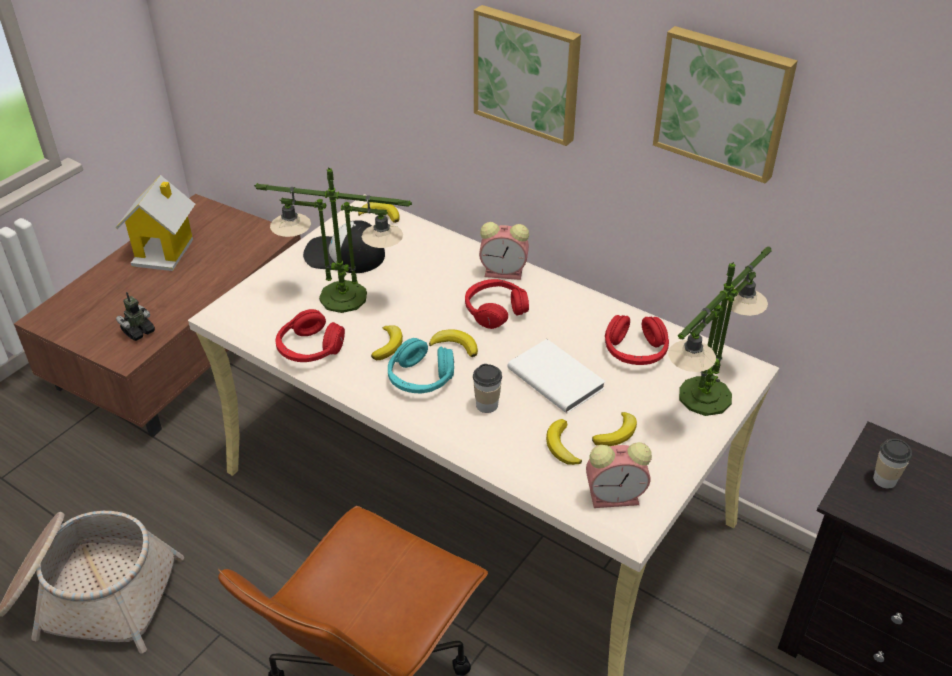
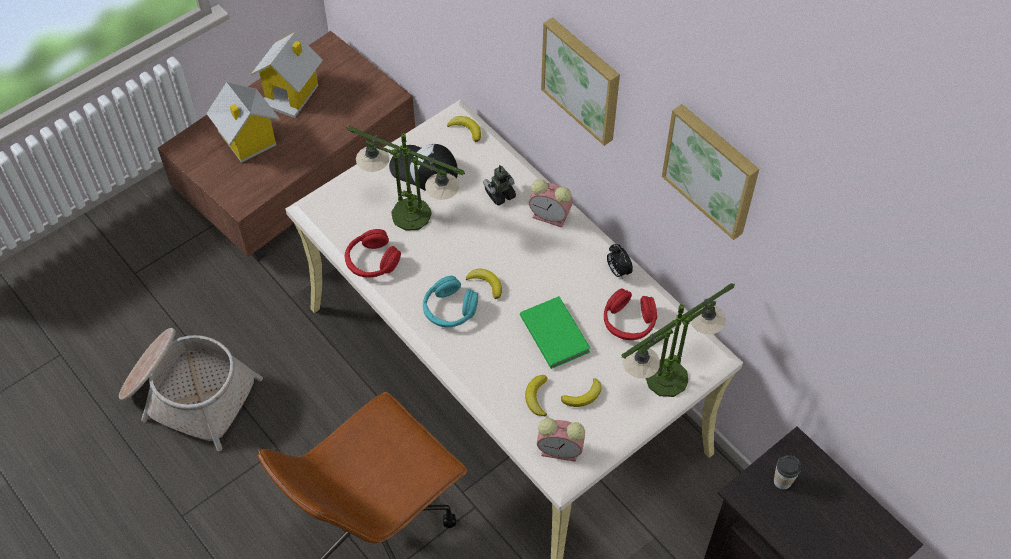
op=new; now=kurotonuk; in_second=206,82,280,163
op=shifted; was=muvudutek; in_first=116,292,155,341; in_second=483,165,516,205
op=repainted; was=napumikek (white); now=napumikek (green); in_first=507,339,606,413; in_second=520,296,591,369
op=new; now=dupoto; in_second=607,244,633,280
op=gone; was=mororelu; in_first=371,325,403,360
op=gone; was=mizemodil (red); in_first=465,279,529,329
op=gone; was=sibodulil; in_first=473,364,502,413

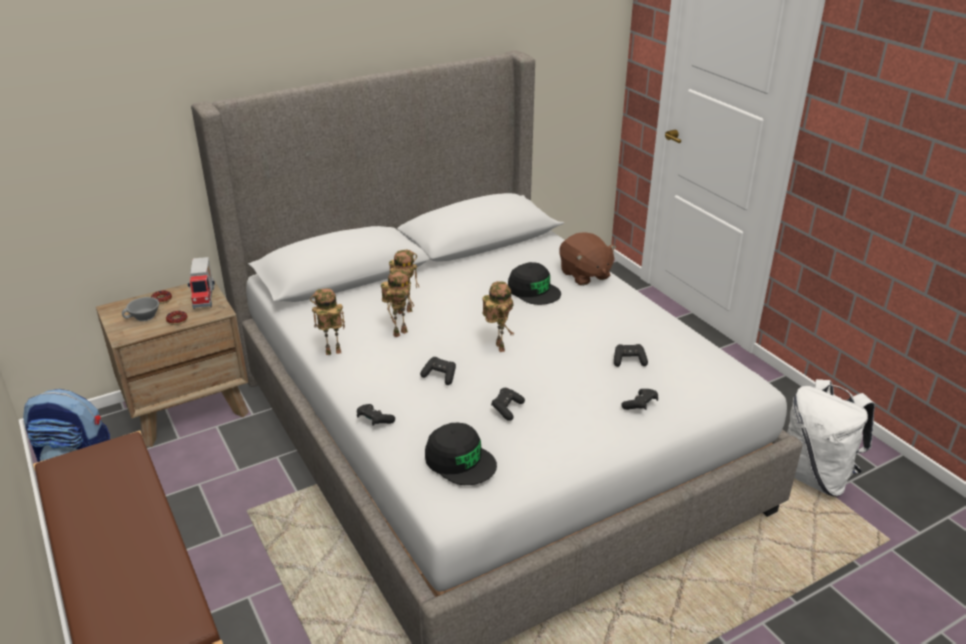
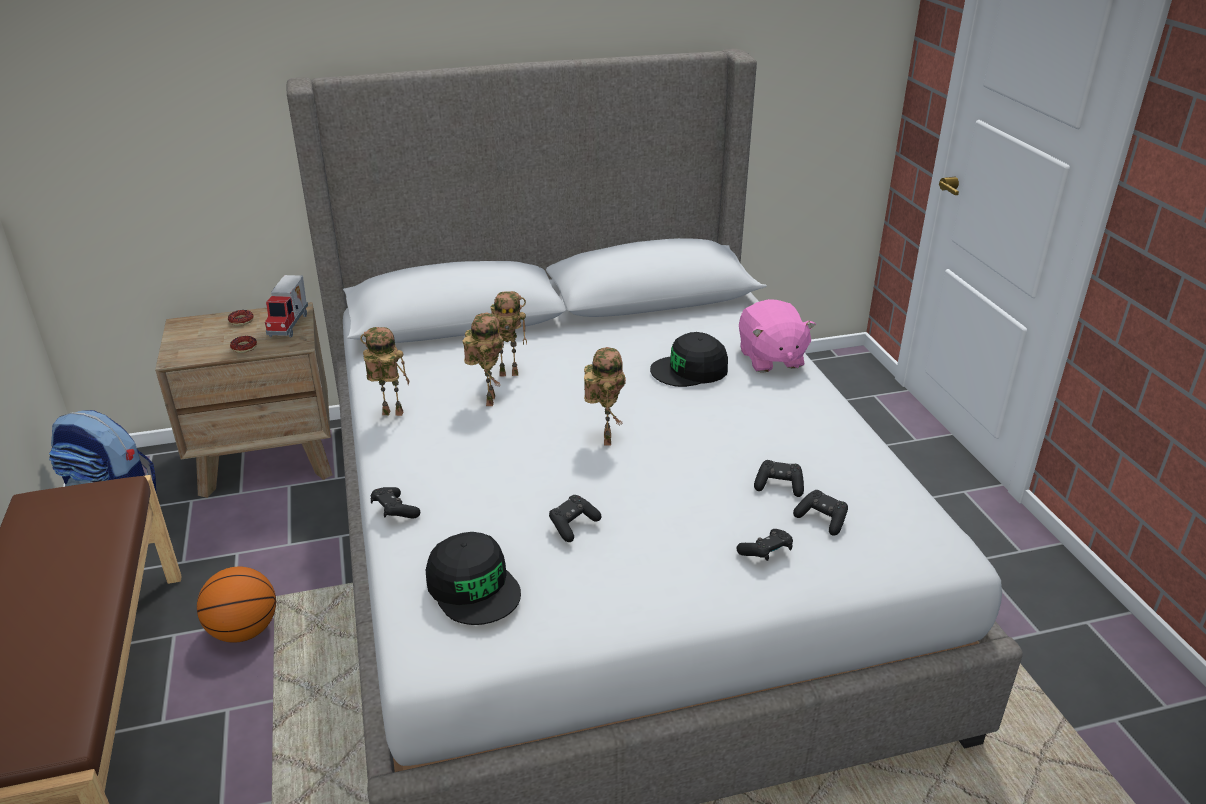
op=new; now=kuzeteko; in_second=197,566,276,643
op=rotated; was=muvudutek; in_first=381,269,414,337; in_second=463,313,504,406; clockwise=-60
op=rotated; was=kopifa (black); in_first=508,262,561,305; in_second=650,332,728,387; clockwise=105
op=repainted; was=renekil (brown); now=renekil (pink); in_first=559,232,617,286; in_second=739,299,816,373
op=shifted; was=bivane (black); in_first=420,357,456,385; in_second=793,490,848,536
op=gone; was=sibodulil (grey); in_first=122,297,159,321
op=gone; was=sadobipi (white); in_first=787,379,875,496

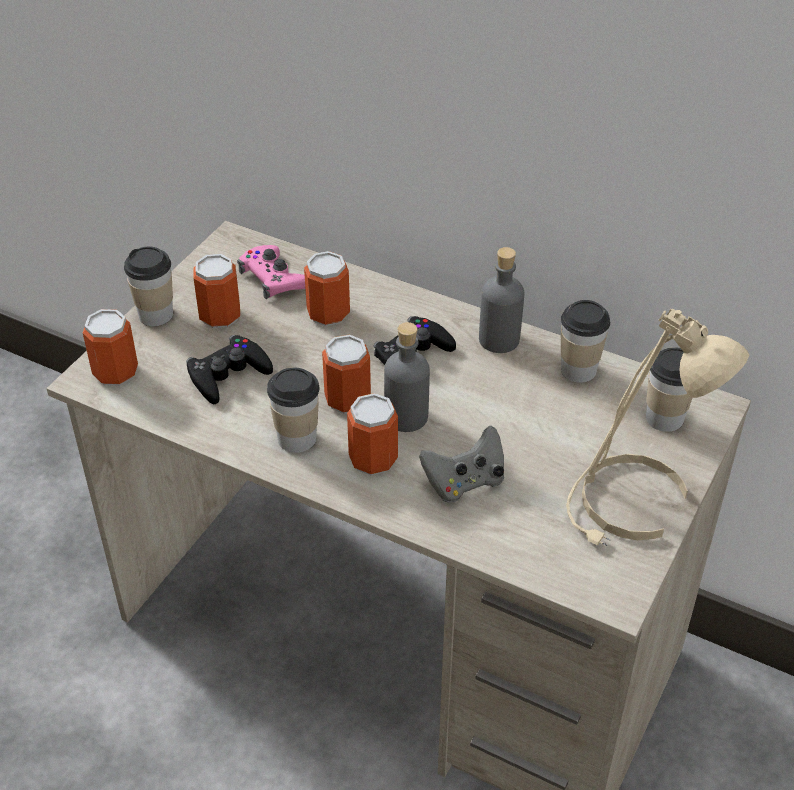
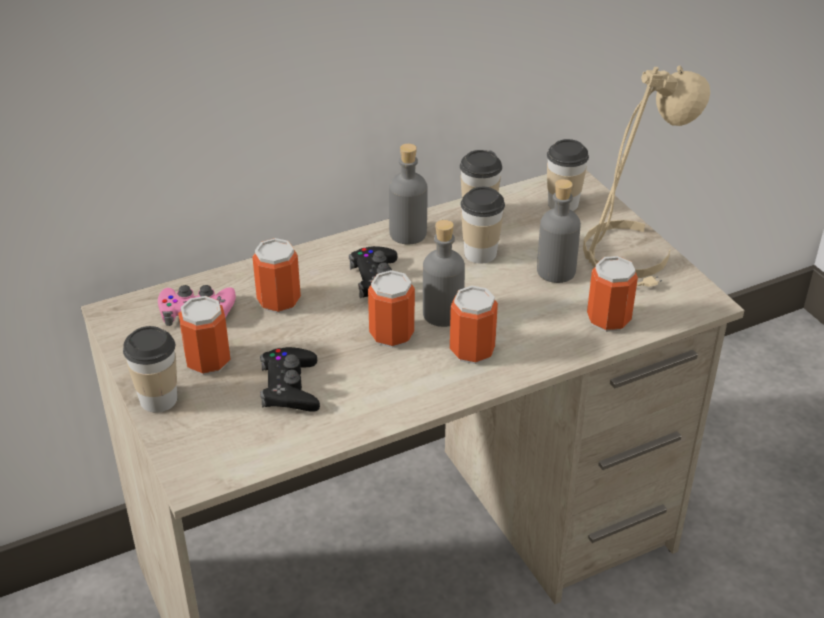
op=shifted; was=sibodulil; in_first=267,367,319,453; in_second=460,187,505,264
op=new; now=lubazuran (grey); in_second=537,179,581,283
op=shifted; was=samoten; in_first=83,309,138,386; in_second=587,256,638,332
op=gone; was=bivane (grey); in_first=419,426,504,502

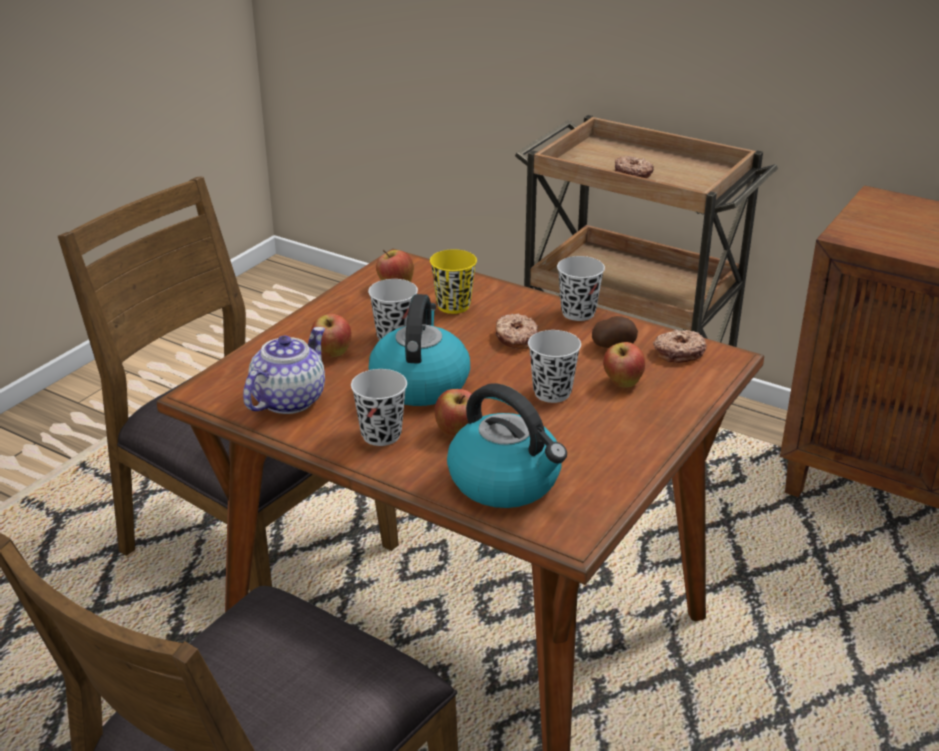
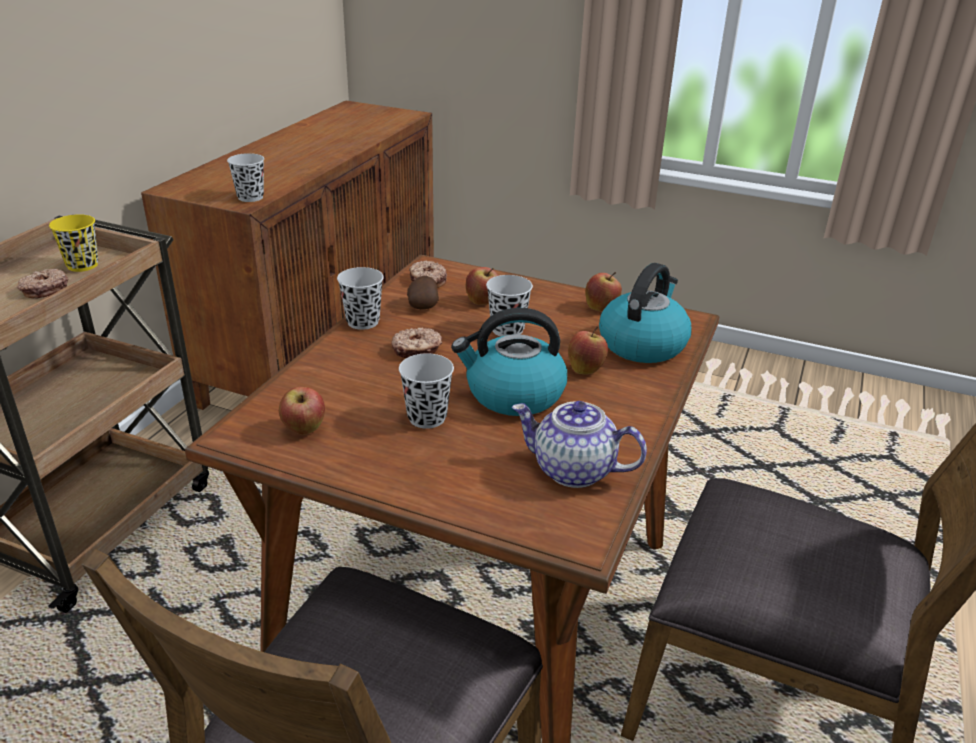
op=shifted; was=sibodulil (yellow); in_first=430,249,477,314; in_second=49,214,99,272
op=shifted; was=sibodulil (black); in_first=351,369,407,446; in_second=227,153,264,202
op=shifted; was=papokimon; in_first=311,313,352,357; in_second=585,272,622,312

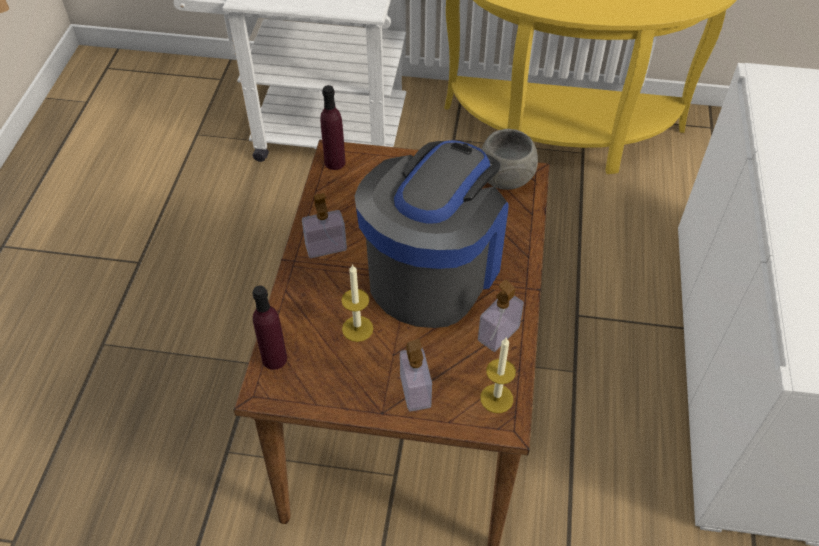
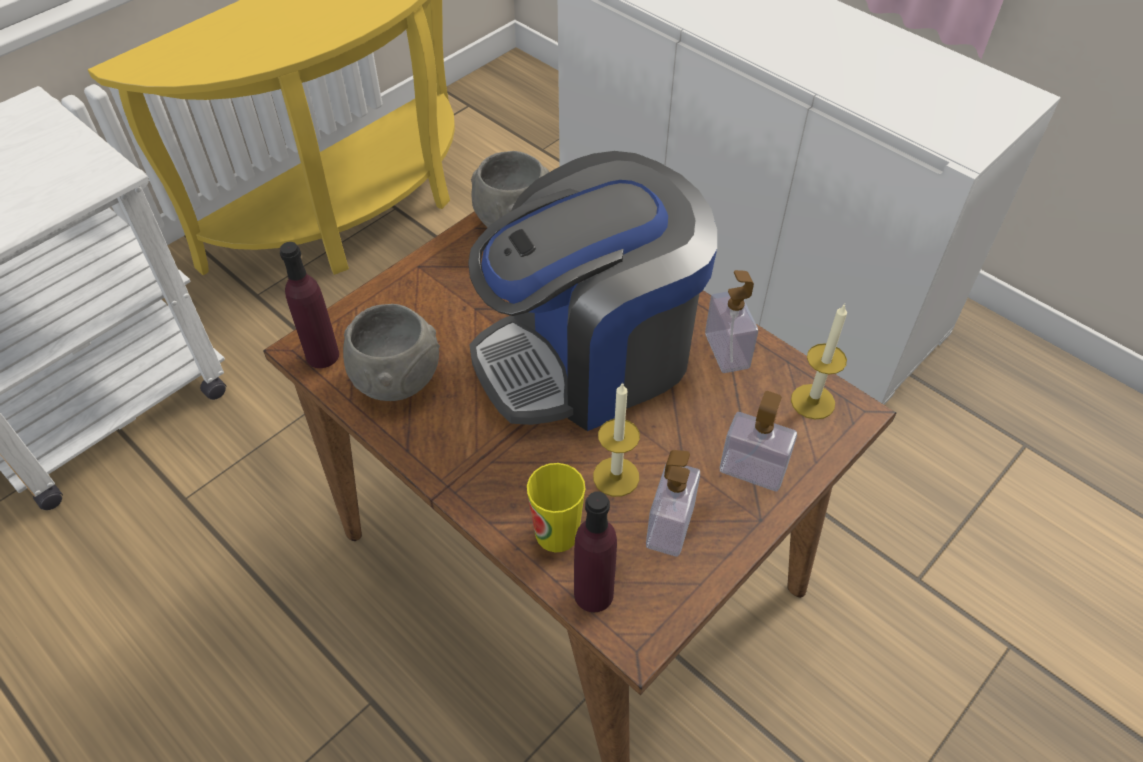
op=new; now=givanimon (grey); in_second=343,304,440,401
op=rotated; was=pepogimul; in_first=354,140,509,328; in_second=468,151,717,431; clockwise=-90
op=new; now=sibodulil; in_second=527,463,585,552
op=shifted; was=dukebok; in_first=302,193,347,258; in_second=646,450,700,557

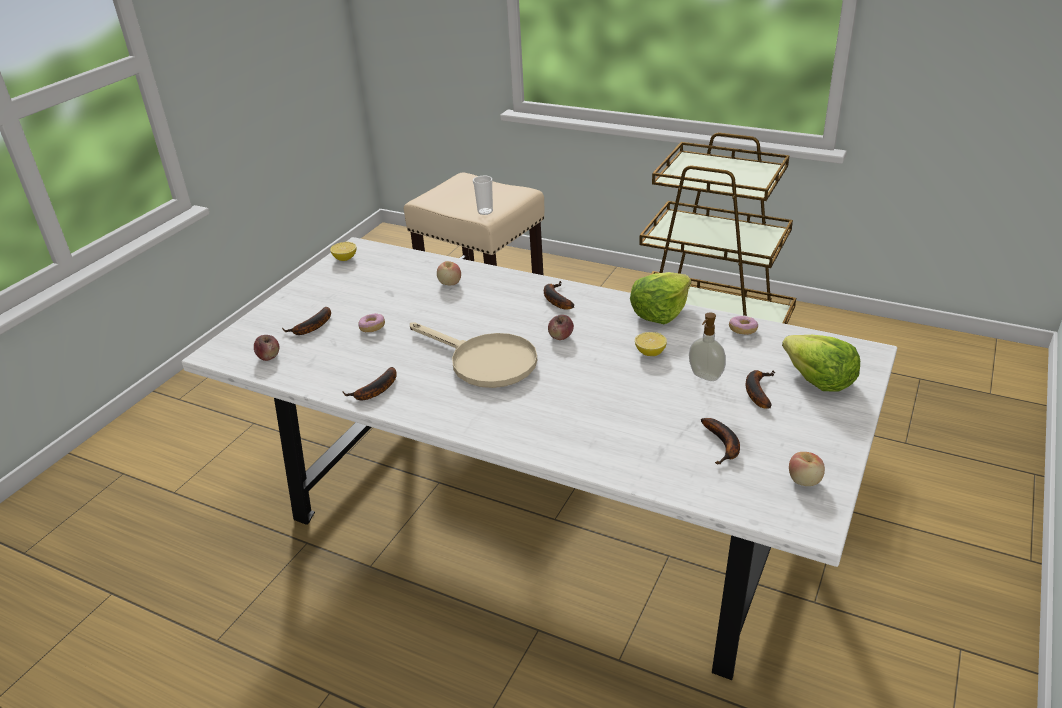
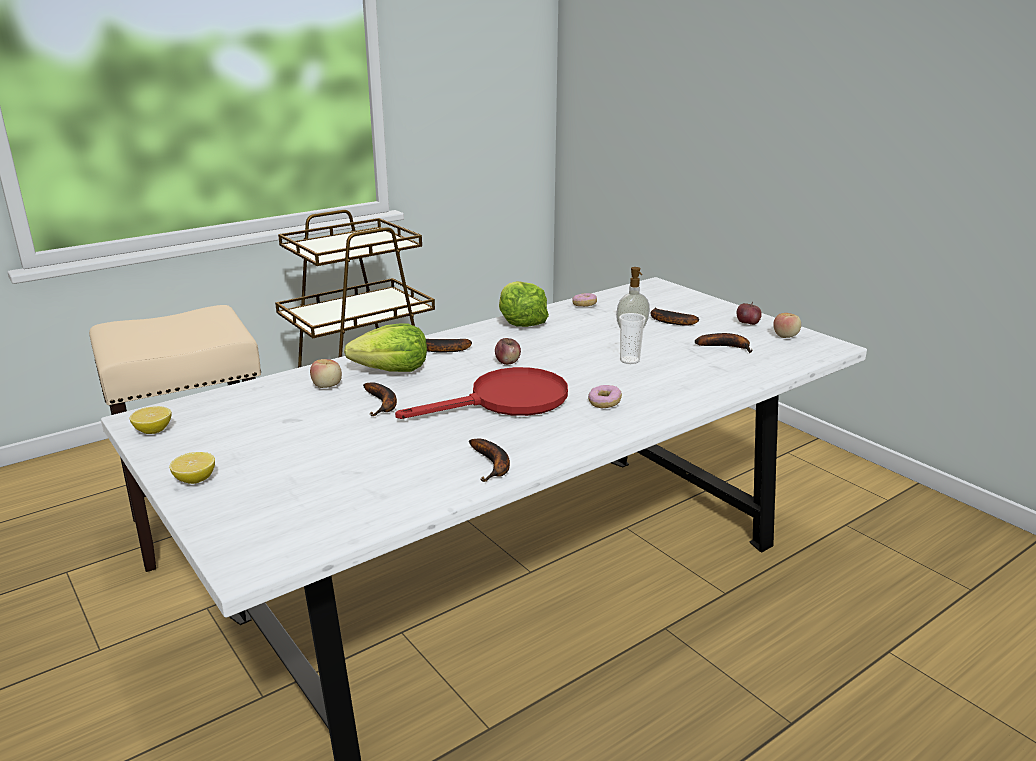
op=shifted; was=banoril; in_first=635,332,667,356; in_second=170,452,215,484
op=shifted; was=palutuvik; in_first=782,335,860,392; in_second=344,323,427,372
op=shifted; was=mororelu; in_first=282,307,331,335; in_second=363,382,397,416
op=repainted; was=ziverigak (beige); now=ziverigak (red); in_first=410,323,537,388; in_second=395,367,568,419
op=shifted; was=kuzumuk; in_first=358,313,385,332; in_second=588,385,622,408
op=shifted; was=sibodulil; in_first=473,176,493,215; in_second=619,313,646,364
op=shifted; was=papokimon; in_first=254,335,279,361; in_second=737,302,762,325

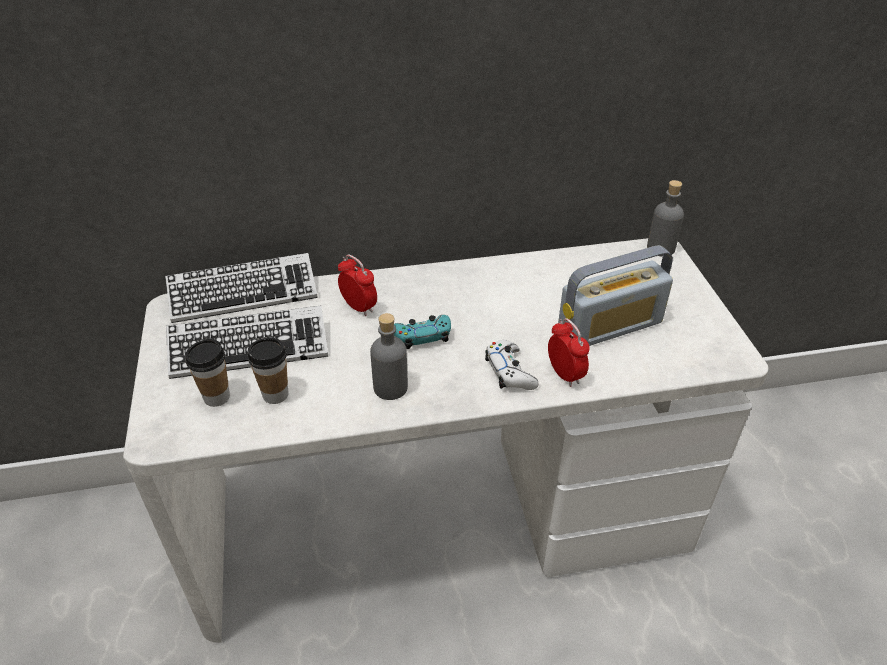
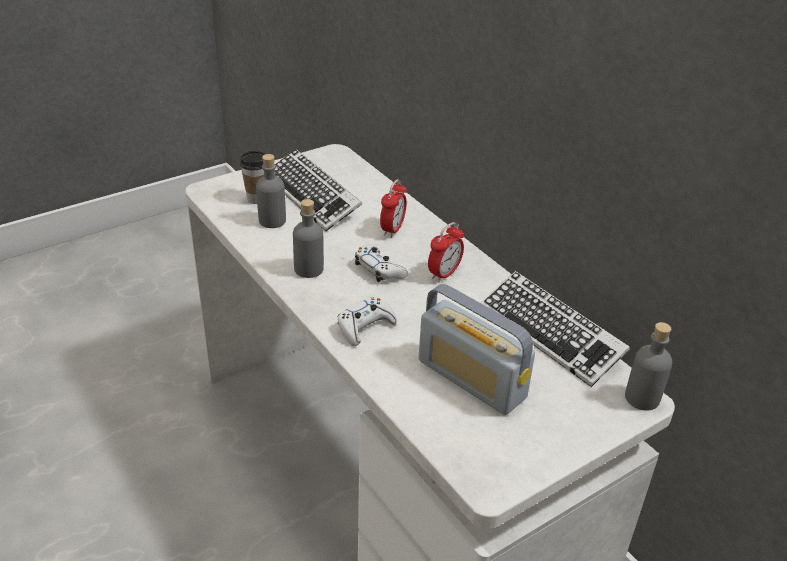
op=swapped; was=sibodulil; now=lubazuran (grey); in_first=248,337,288,404; in_second=256,154,286,228
op=repainted; was=bivane (turquoise); now=bivane (white); in_first=394,315,451,349; in_second=355,245,408,282
op=shifted; was=dupoto; in_first=548,318,590,387; in_second=428,222,464,282
op=shifted; was=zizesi; in_first=165,253,318,323; in_second=481,271,630,387

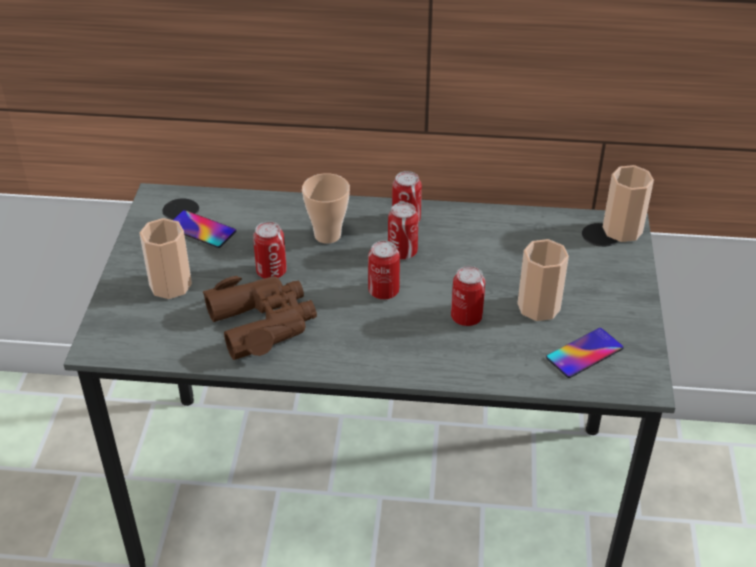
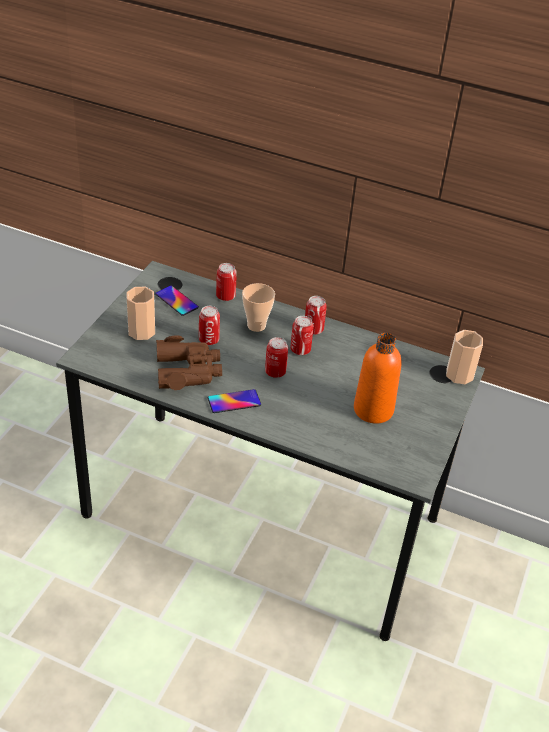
op=shifted; was=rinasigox; in_first=546,328,624,378; in_second=208,389,261,413
op=shifted; was=samoten; in_first=451,266,485,326; in_second=216,263,237,301
op=swapped; was=sibodulil; now=lubazuran (orange); in_first=517,239,569,321; in_second=354,333,402,424

